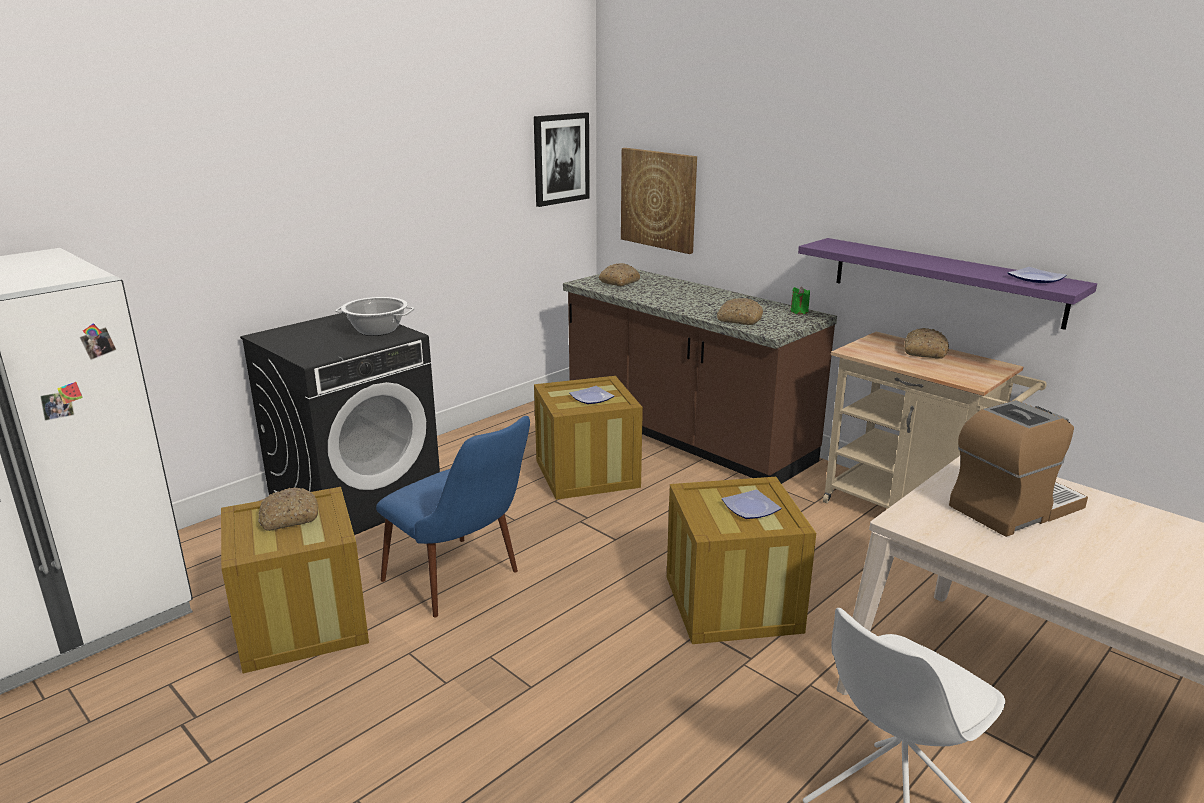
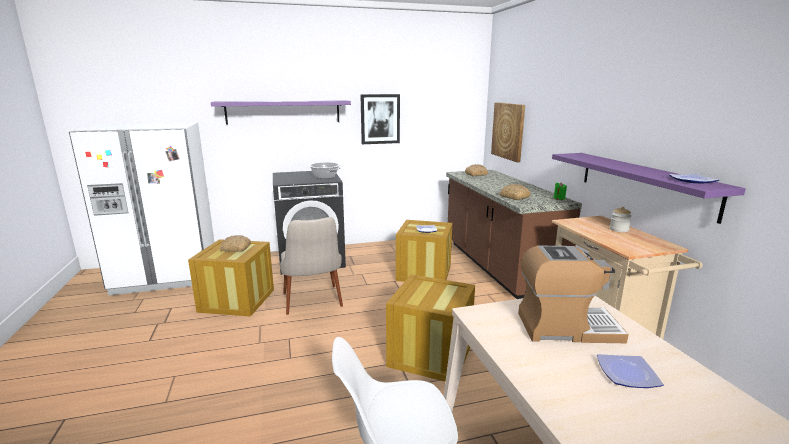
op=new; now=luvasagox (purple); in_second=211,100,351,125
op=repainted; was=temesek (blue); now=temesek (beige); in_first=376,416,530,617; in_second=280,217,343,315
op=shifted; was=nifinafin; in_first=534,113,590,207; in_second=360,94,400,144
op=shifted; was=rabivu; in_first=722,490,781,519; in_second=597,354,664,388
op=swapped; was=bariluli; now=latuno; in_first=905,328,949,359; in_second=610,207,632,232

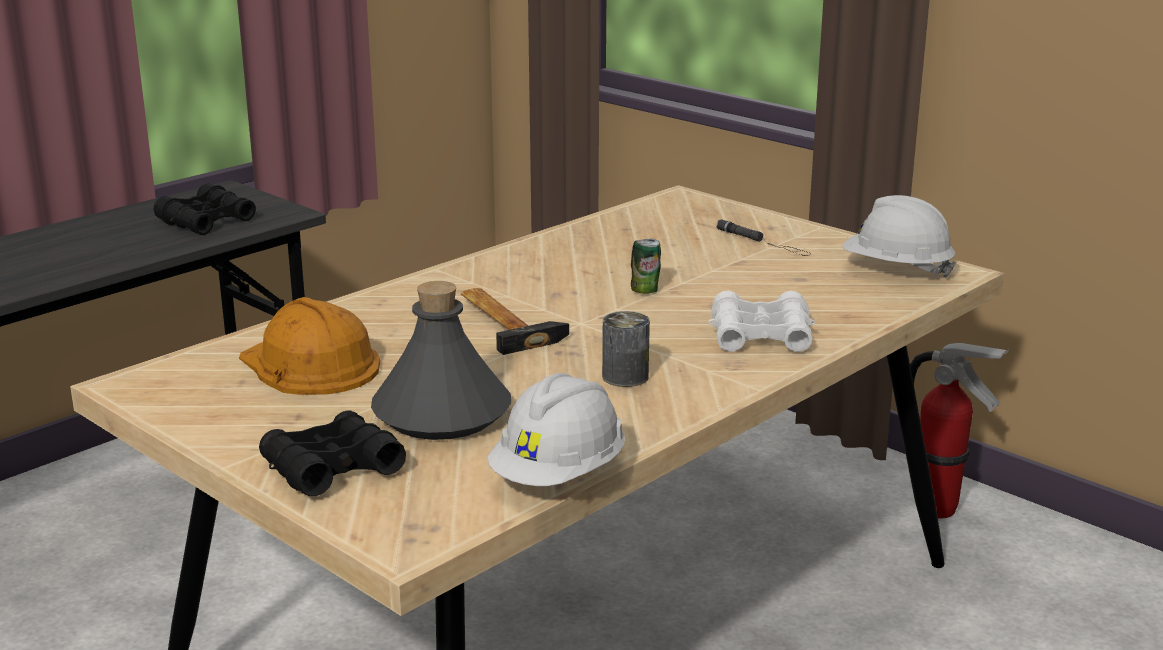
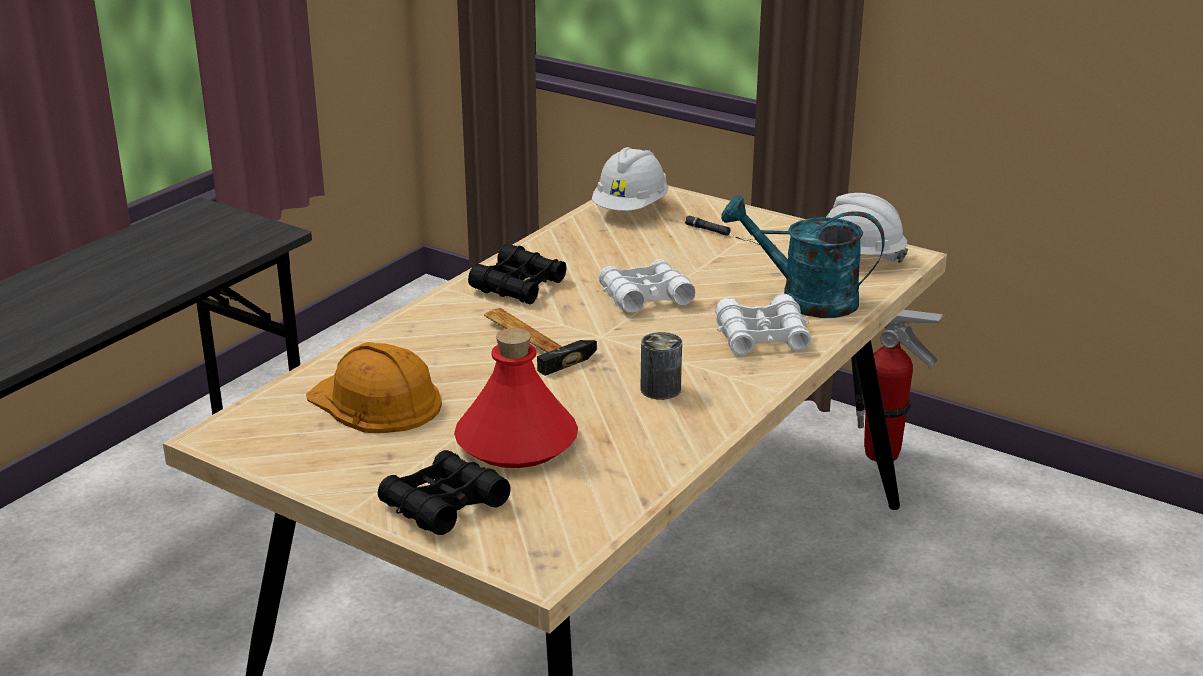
op=repainted; was=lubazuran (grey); now=lubazuran (red); in_first=371,281,511,440; in_second=454,328,578,468
op=shifted; was=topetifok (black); in_first=153,184,256,235; in_second=468,244,566,304
op=shifted; was=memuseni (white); in_first=487,373,625,486; in_second=592,147,668,211
op=swapped; was=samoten; now=topetifok (white); in_first=631,239,661,294; in_second=599,259,695,313
op=new; now=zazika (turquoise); in_second=721,195,885,318

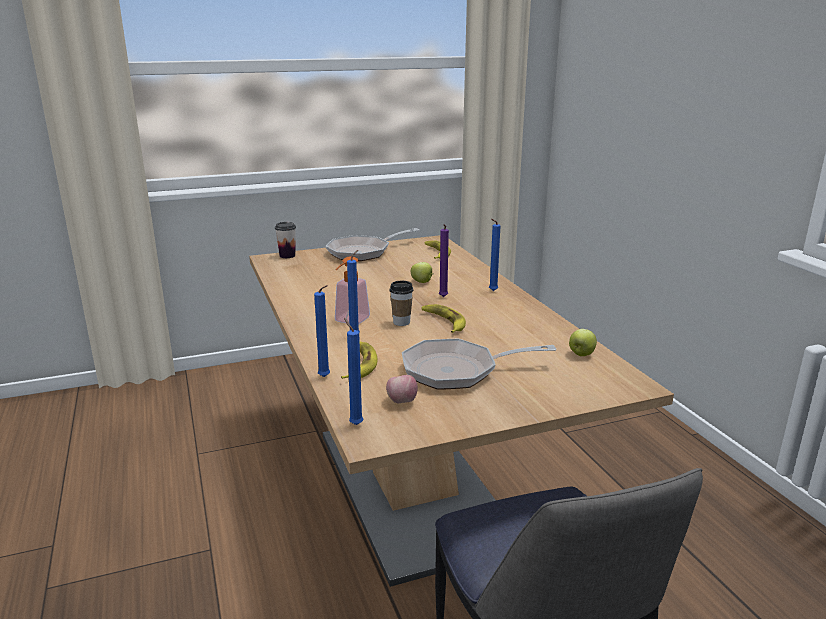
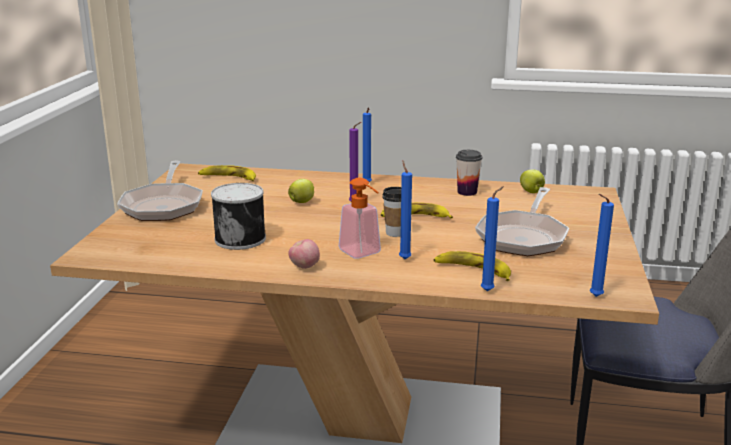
op=new; now=samoten; in_second=211,183,266,250
op=shifted; was=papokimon; in_first=386,375,418,403; in_second=289,239,320,269
op=shifted; was=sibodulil; in_first=275,222,296,258; in_second=456,150,482,196

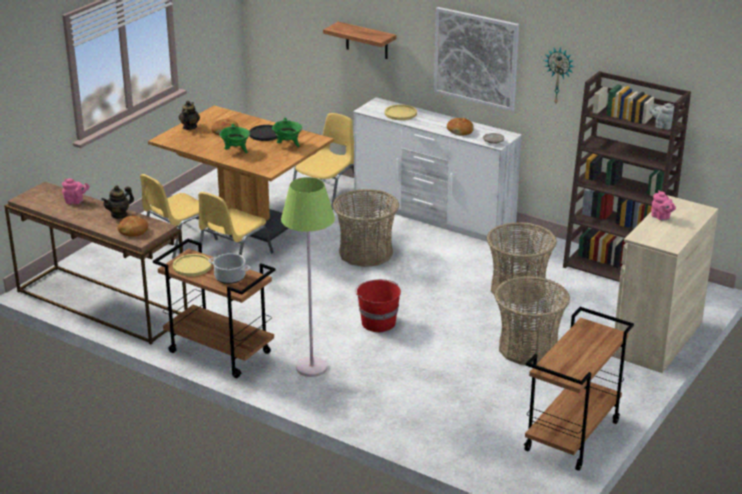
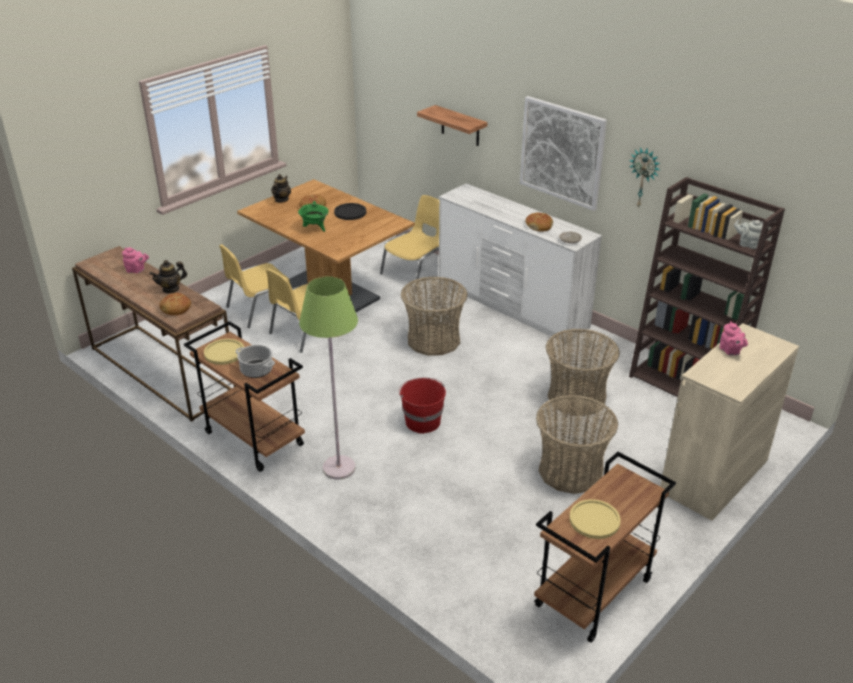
op=shifted; was=rabivu (yellow); in_first=385,104,417,120; in_second=569,499,621,539
op=gone; was=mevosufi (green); in_first=272,118,302,147

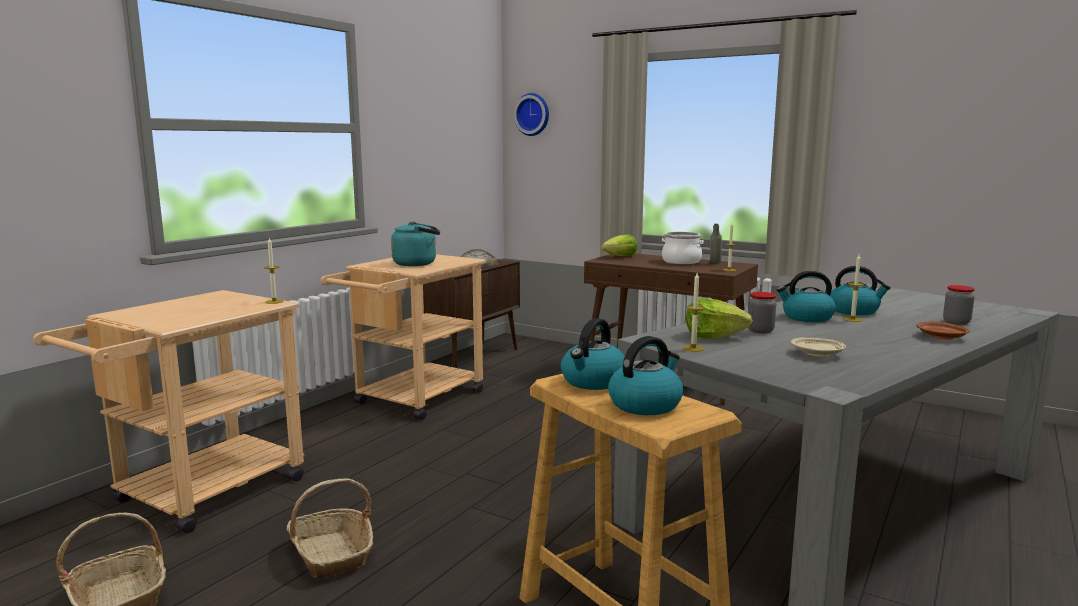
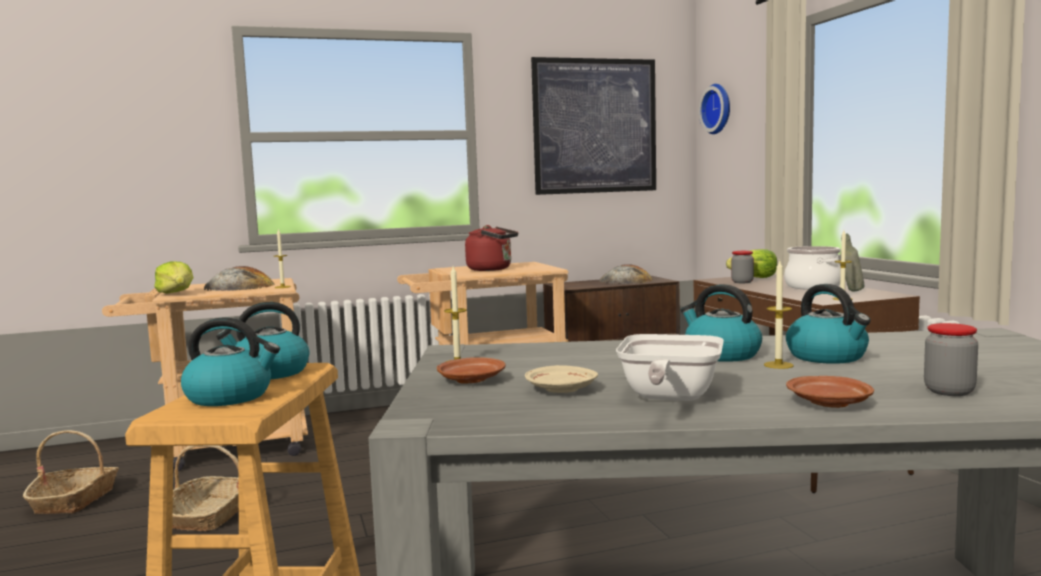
op=shifted; was=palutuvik; in_first=686,298,753,339; in_second=154,262,194,294
op=new; now=bariluli; in_second=203,266,274,291
op=new; now=rabivu (brown); in_second=437,357,506,384
op=repainted; was=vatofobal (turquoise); now=vatofobal (red); in_first=391,222,440,266; in_second=465,225,518,271
op=new; now=nifinafin; in_second=531,57,656,195
op=new; now=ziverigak; in_second=616,334,724,401
op=shifted; was=latuno; in_first=748,292,776,333; in_second=731,251,754,283

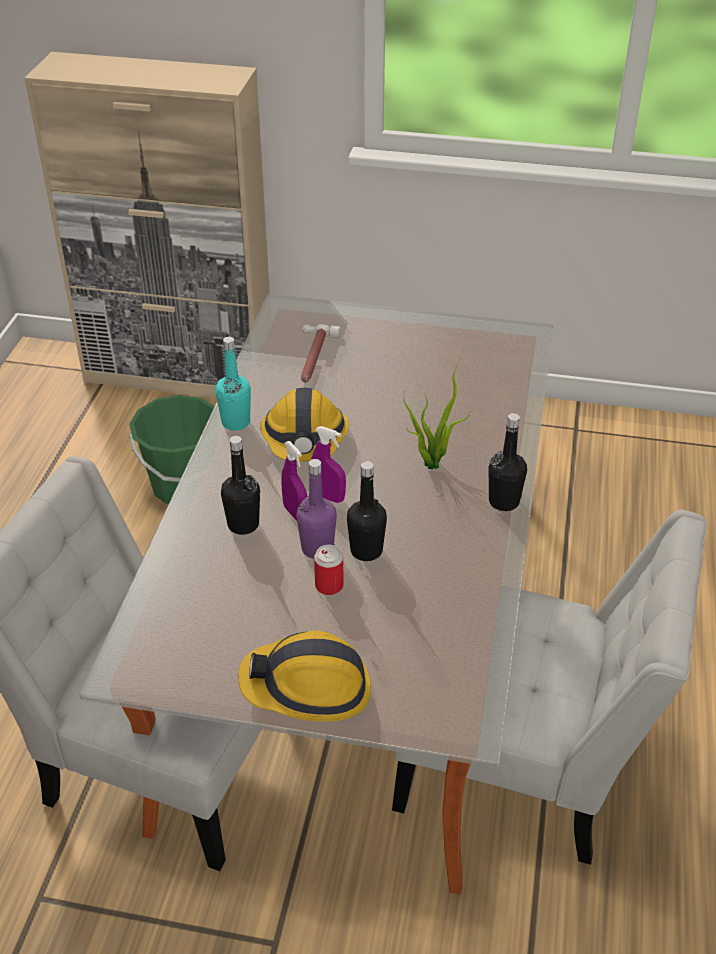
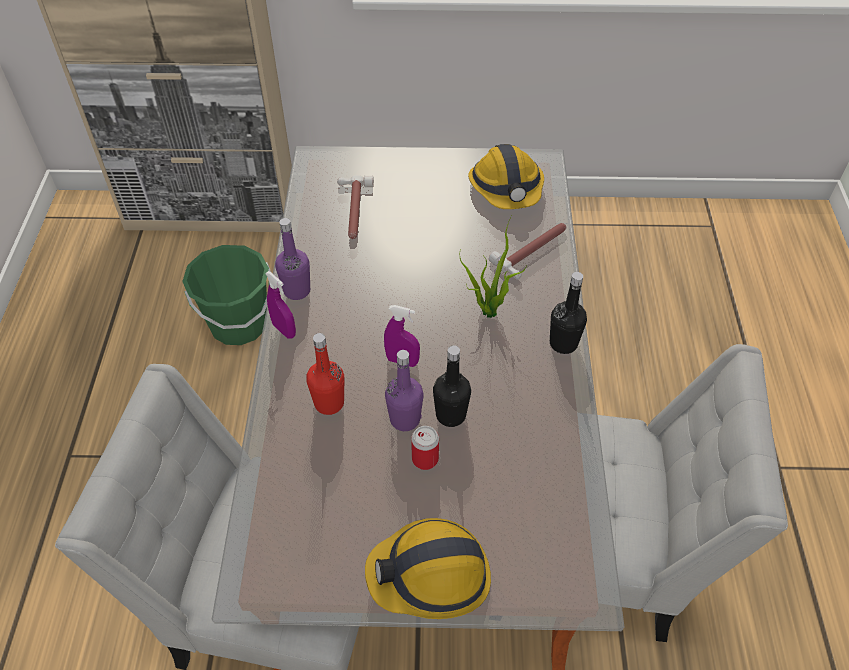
op=shifted; was=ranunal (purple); in_first=281,441,307,521; in_second=265,271,296,339
op=repainted; was=lubazuran (turquoise); now=lubazuran (purple); in_first=215,337,251,431; in_second=275,218,310,300
op=repainted; was=lubazuran (black); now=lubazuran (red); in_first=221,436,260,535; in_second=306,333,344,415
op=shifted; was=memuseni; in_first=260,388,349,462; in_second=468,144,544,209
op=new; now=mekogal; in_second=489,223,566,280

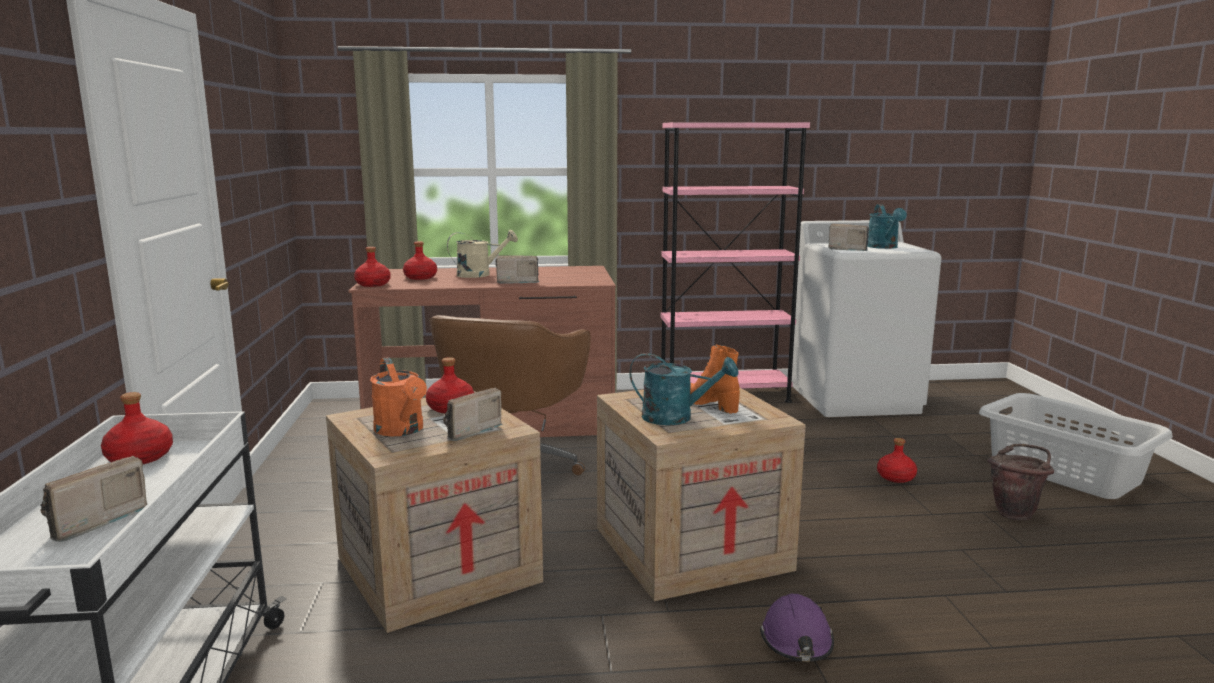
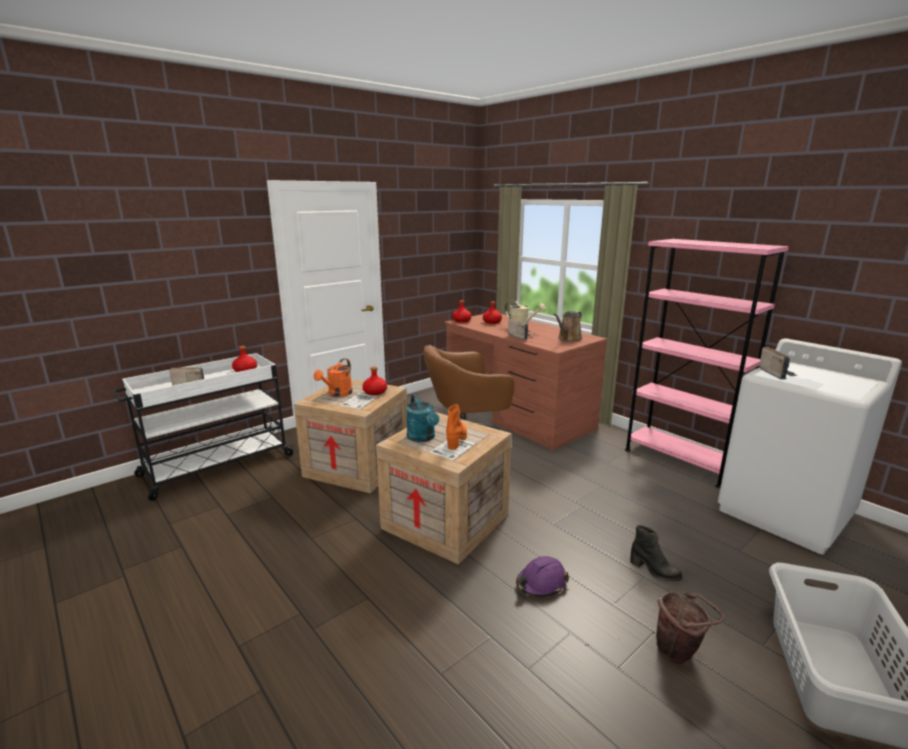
op=shifted; was=memuseni (purple); in_first=760,594,834,661; in_second=516,556,569,597
op=new; now=zazika (brown); in_second=554,311,583,342
op=swapped; was=lubazuran (red); now=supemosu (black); in_first=877,438,917,483; in_second=630,525,682,581
op=gone; was=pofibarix; in_first=443,388,503,441
op=gone; was=zazika (turquoise); in_first=867,204,907,249

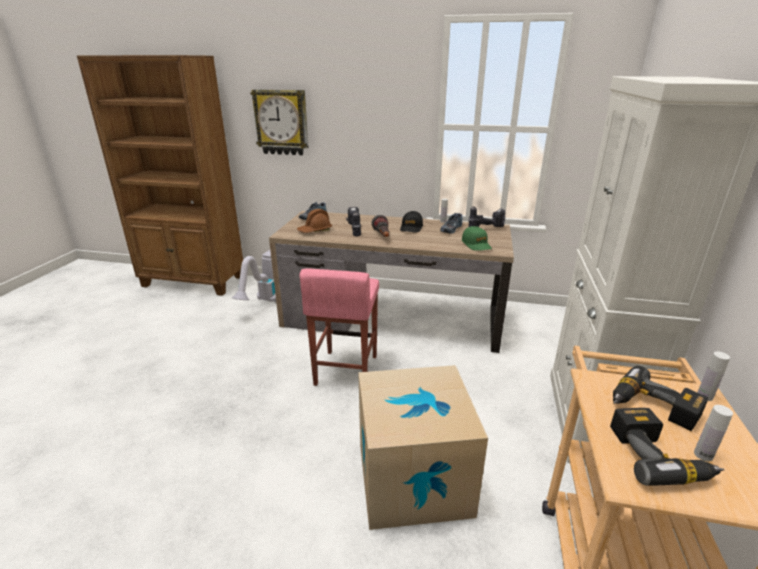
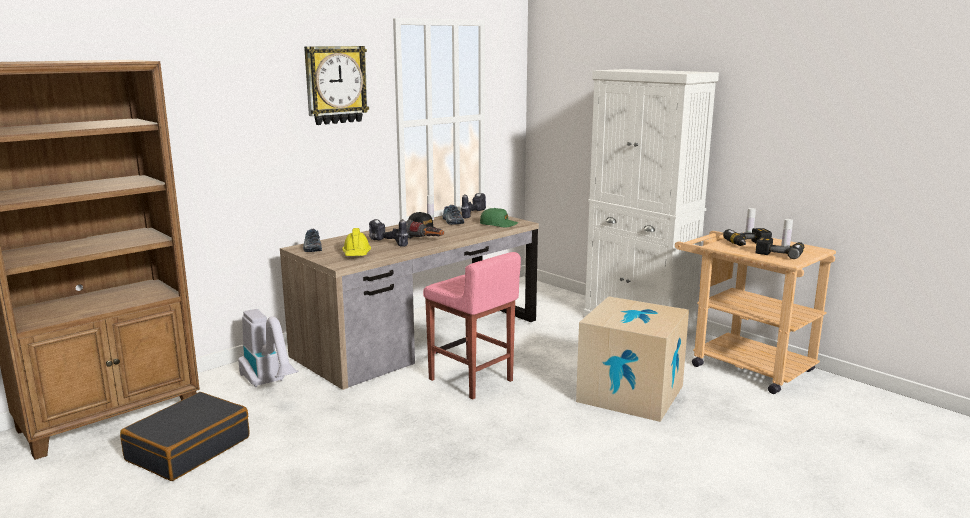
op=new; now=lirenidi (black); in_second=120,392,249,481
op=shifted; was=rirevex; in_first=250,89,309,155; in_second=304,46,369,125
op=repainted; was=memuseni (brown); now=memuseni (yellow); in_first=297,209,332,233; in_second=342,228,371,256

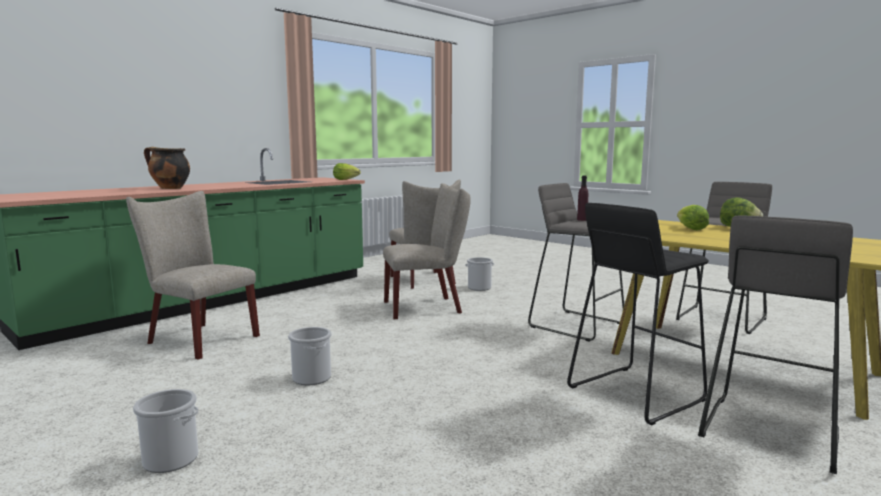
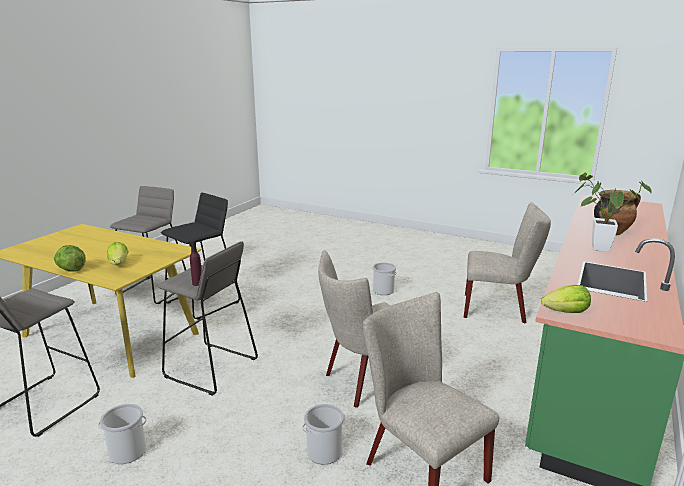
op=shifted; was=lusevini; in_first=133,389,198,473; in_second=98,404,146,464
op=new; now=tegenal; in_second=576,173,652,252

